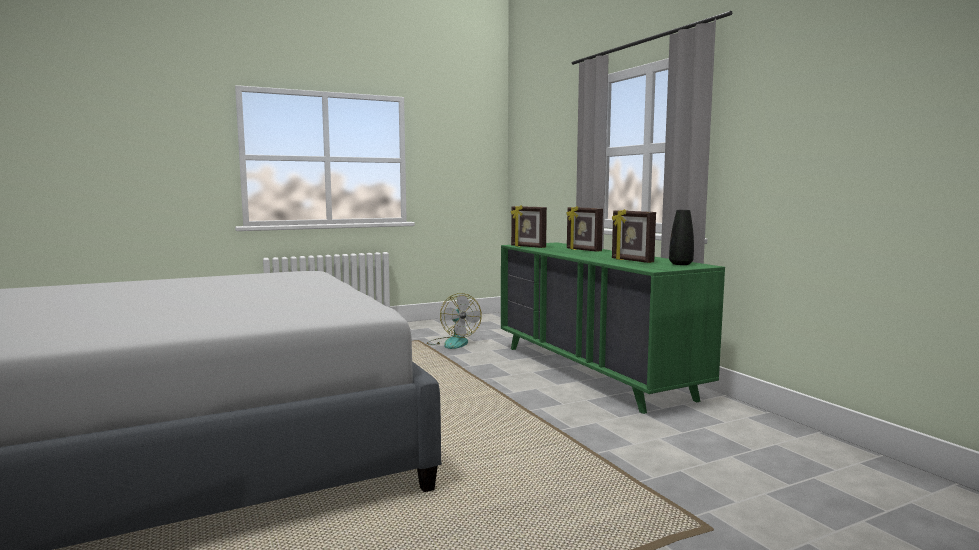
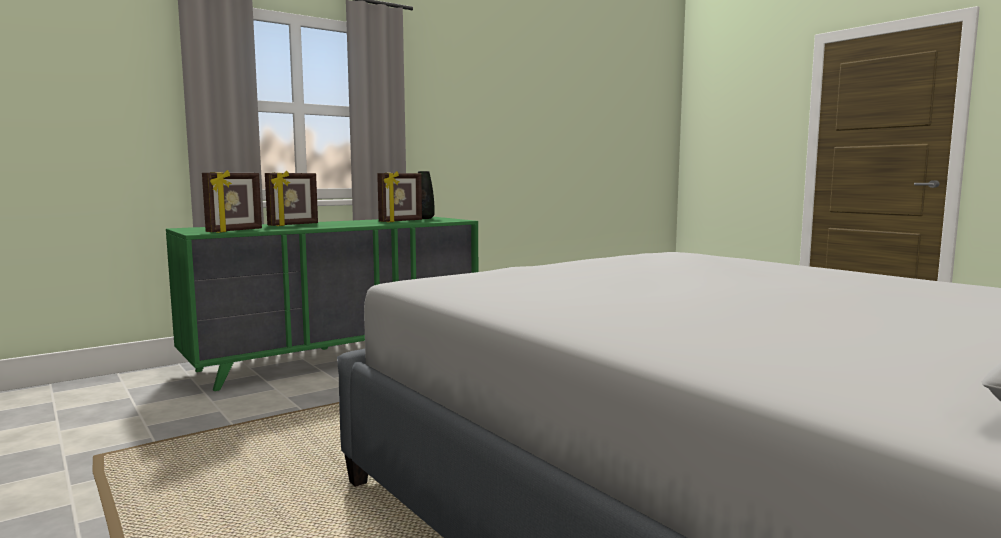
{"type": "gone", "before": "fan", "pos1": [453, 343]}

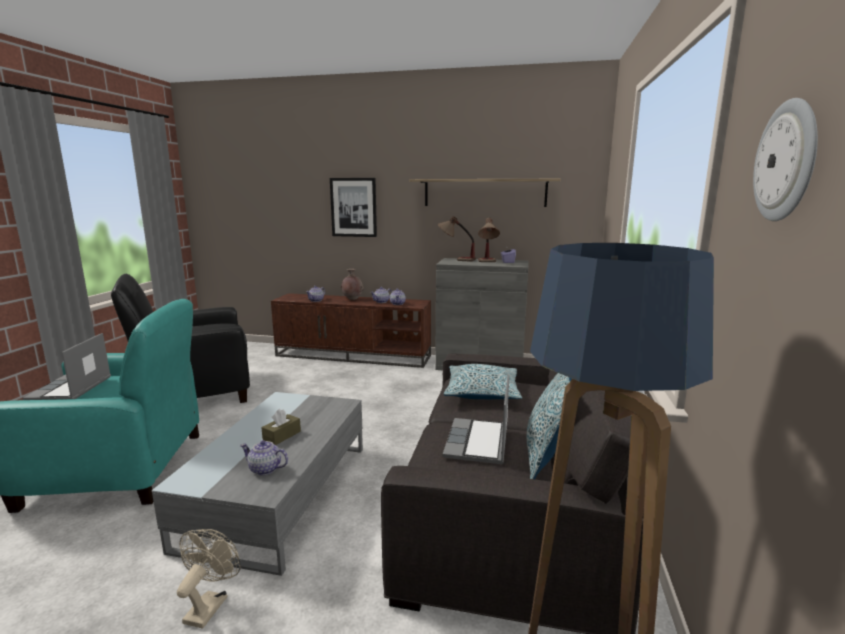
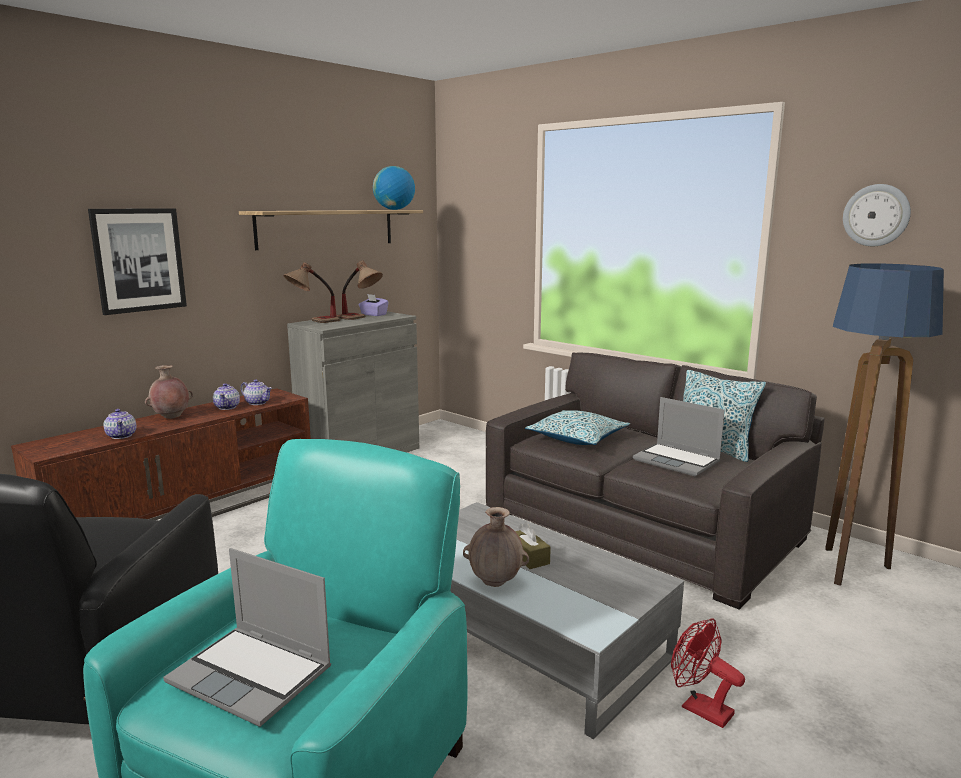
{"type": "new", "after": "globe", "pos2": [394, 209]}
{"type": "new", "after": "brown vase", "pos2": [495, 582]}
{"type": "repainted", "before": "beige fan", "after": "red fan", "pos1": [210, 604], "pos2": [699, 708]}
{"type": "gone", "before": "teapot", "pos1": [264, 469]}

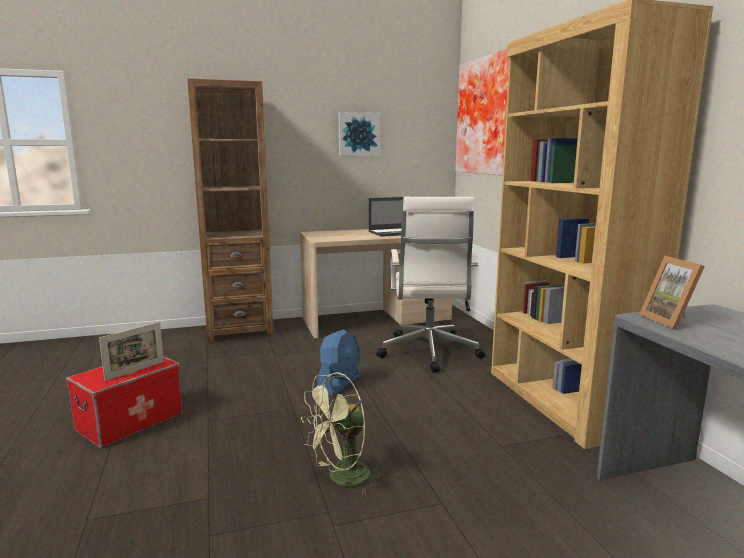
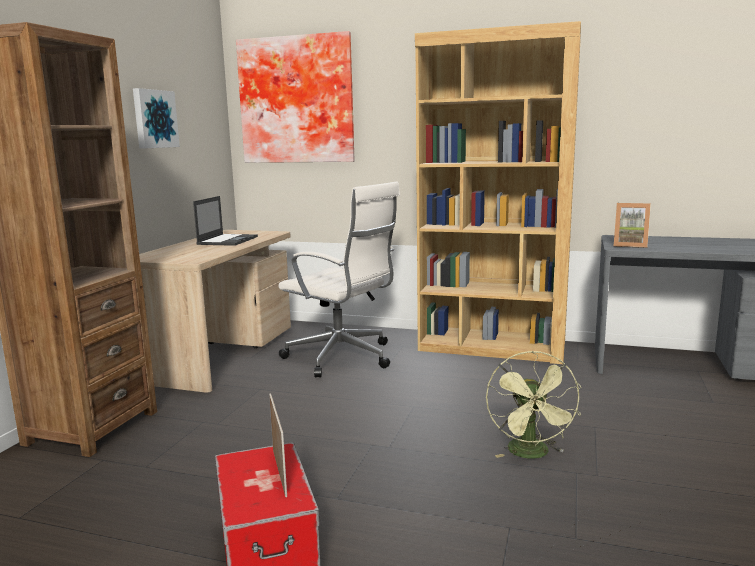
{"type": "gone", "before": "blue fan", "pos1": [339, 384]}

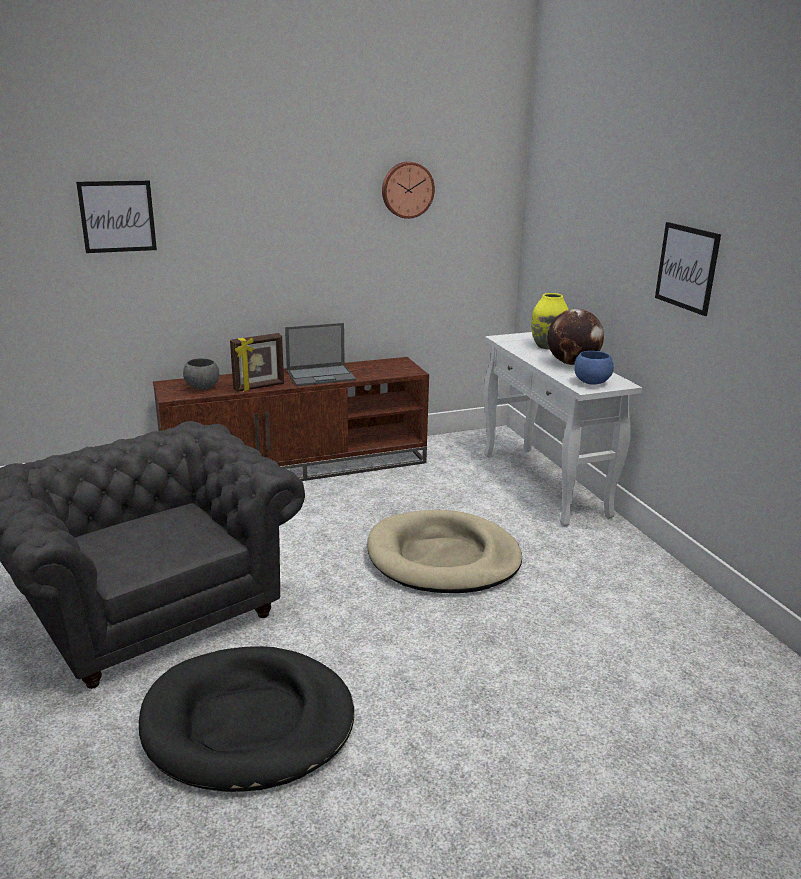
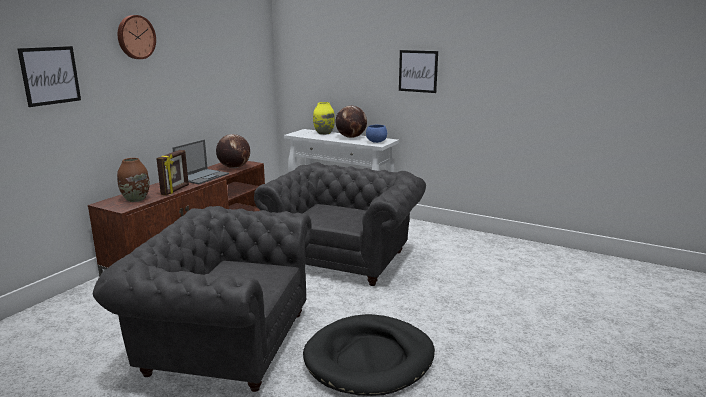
{"type": "swapped", "before": "grey bowl", "after": "brown vase", "pos1": [202, 388], "pos2": [135, 199]}
{"type": "shifted", "before": "wall clock", "pos1": [407, 190], "pos2": [135, 37]}
{"type": "new", "after": "globe", "pos2": [234, 167]}
{"type": "swapped", "before": "beige dog bed", "after": "grey armchair", "pos1": [443, 558], "pos2": [344, 257]}

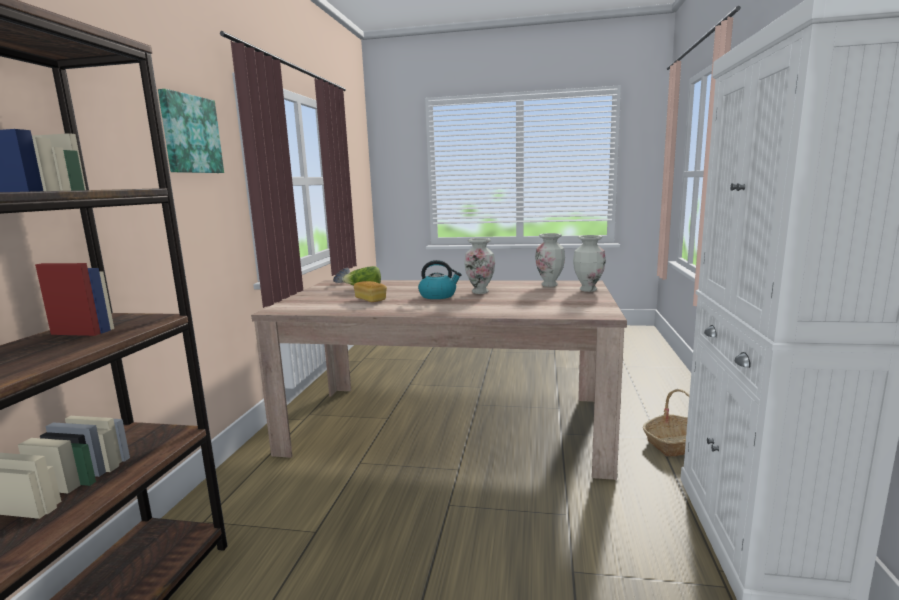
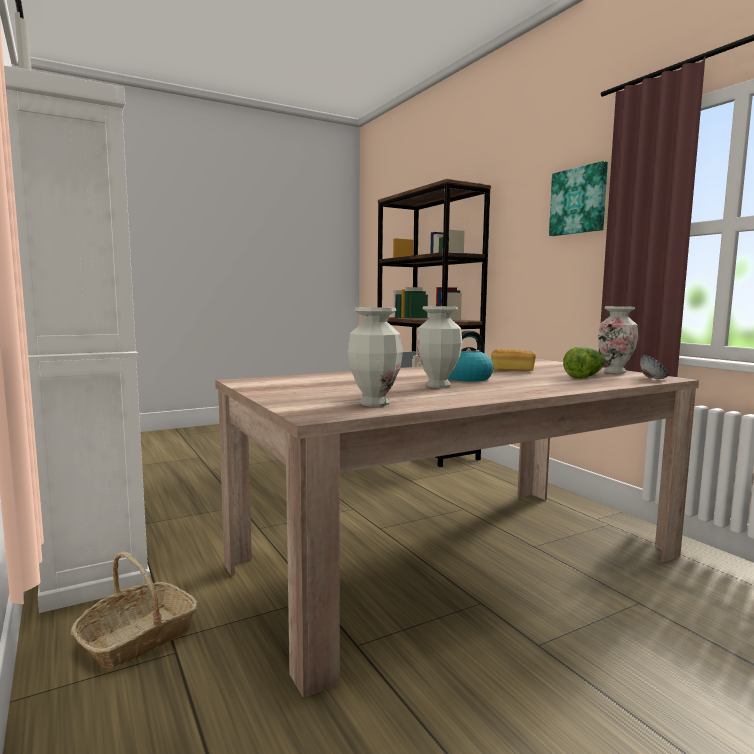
{"type": "shifted", "before": "vase", "pos1": [588, 290], "pos2": [615, 372]}

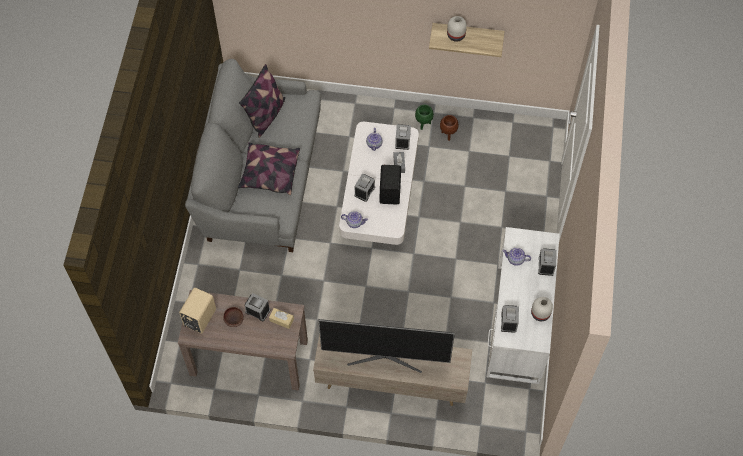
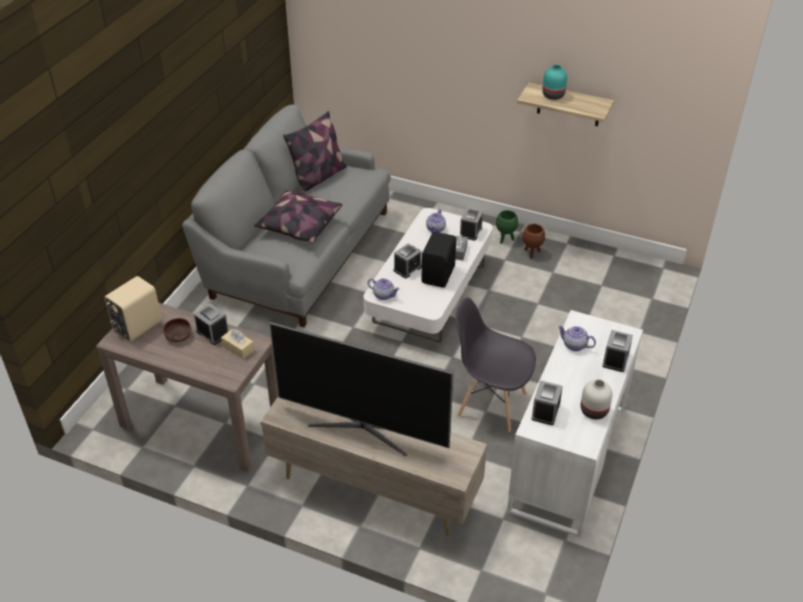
{"type": "new", "after": "grey chair", "pos2": [491, 404]}
{"type": "repainted", "before": "white vase", "after": "turquoise vase", "pos1": [456, 35], "pos2": [553, 95]}

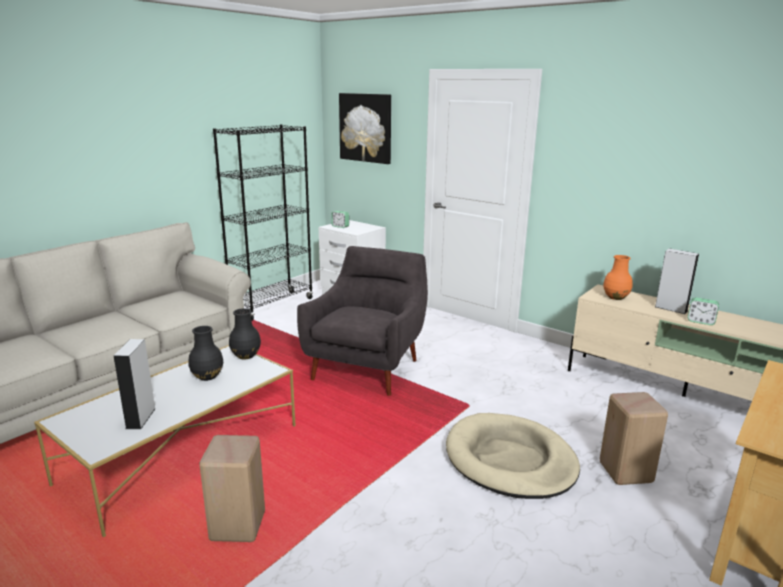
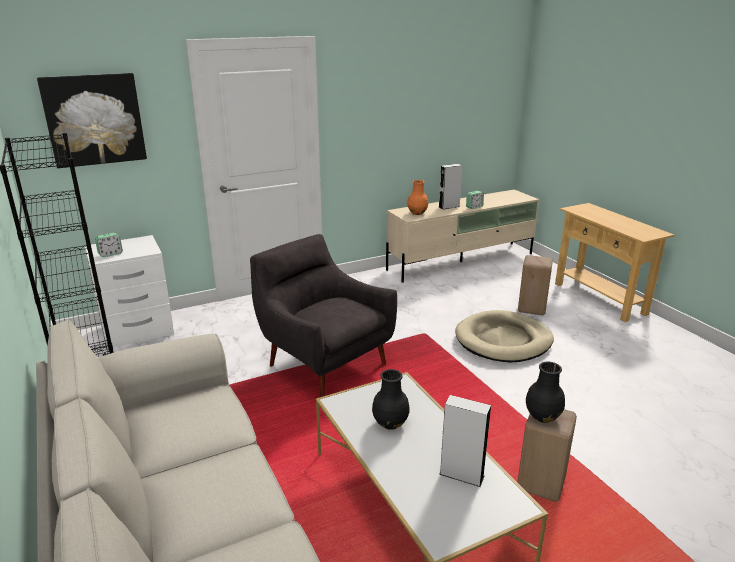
{"type": "shifted", "before": "black vase", "pos1": [245, 355], "pos2": [542, 417]}

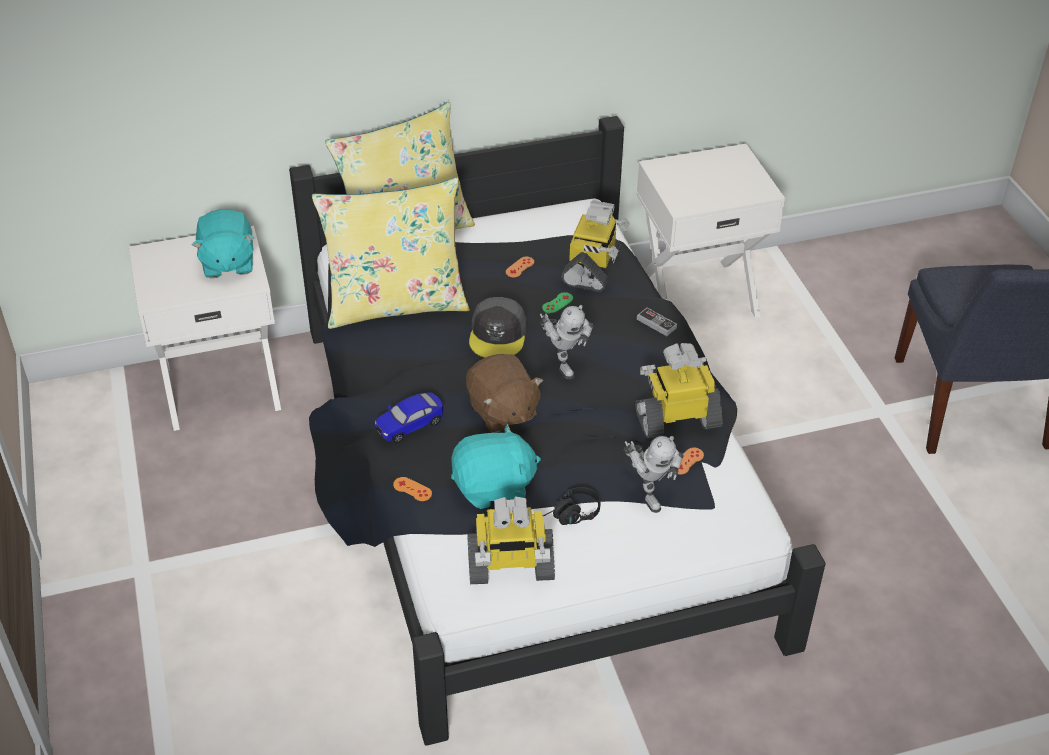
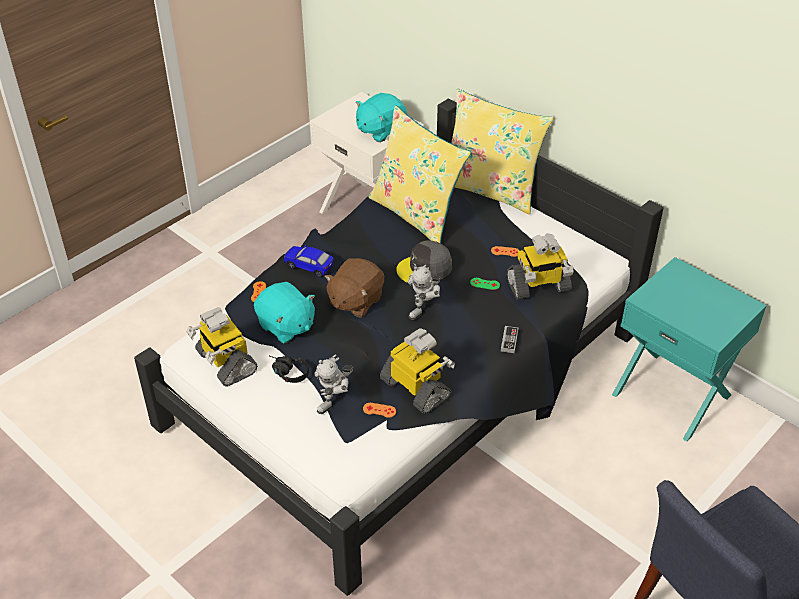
{"type": "repainted", "before": "white nightstand", "after": "turquoise nightstand", "pos1": [696, 295], "pos2": [672, 394]}

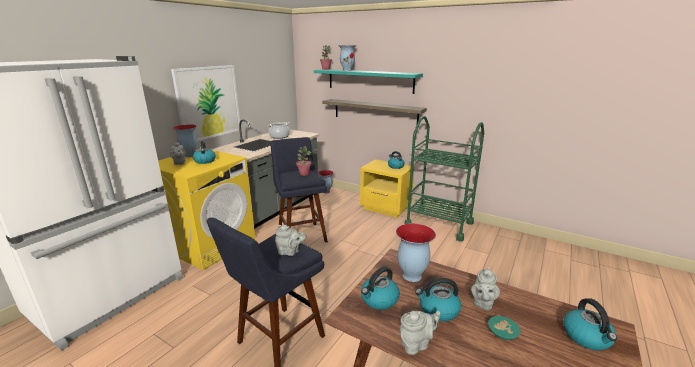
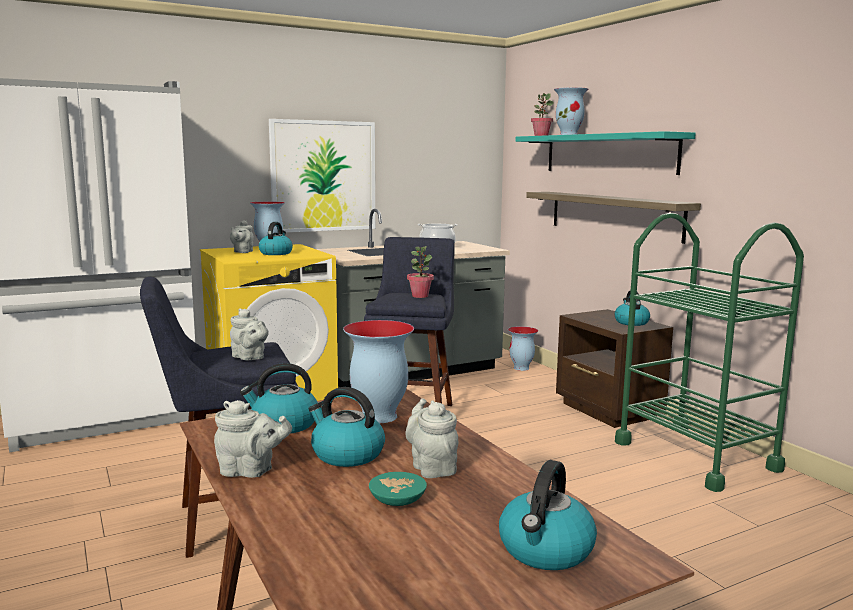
{"type": "rotated", "before": "grey teapot", "pos1": [482, 303], "pos2": [432, 467], "turn": 105}
{"type": "repainted", "before": "yellow nightstand", "after": "brown nightstand", "pos1": [386, 208], "pos2": [608, 411]}

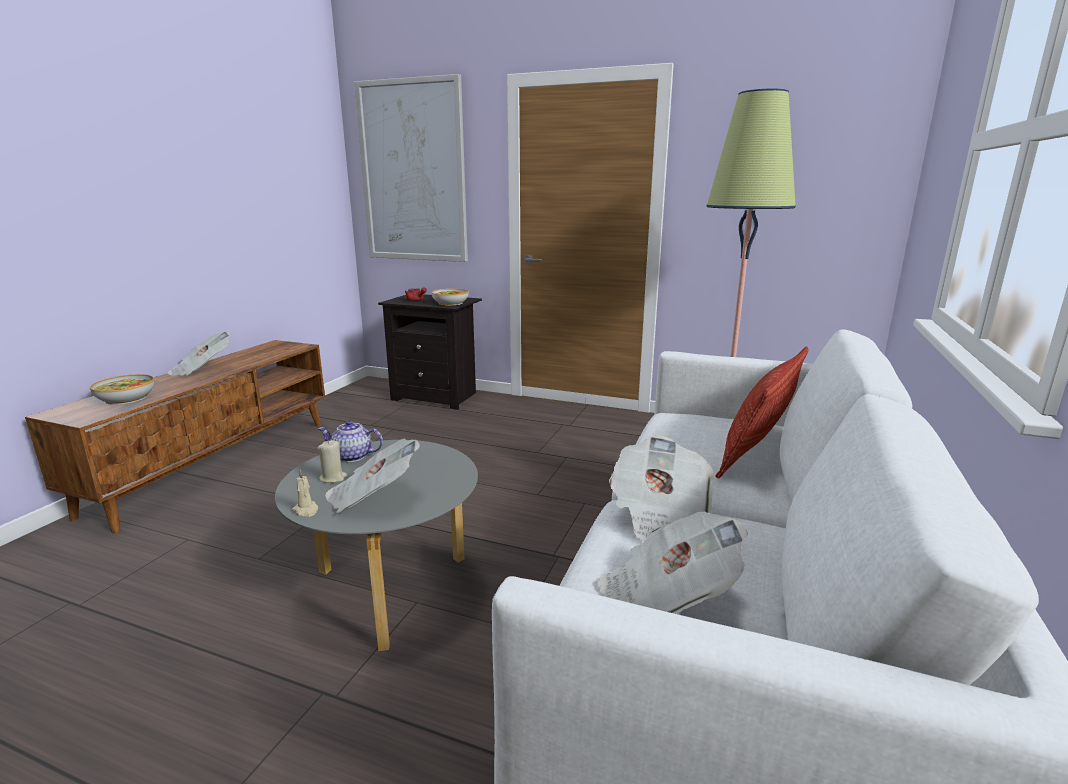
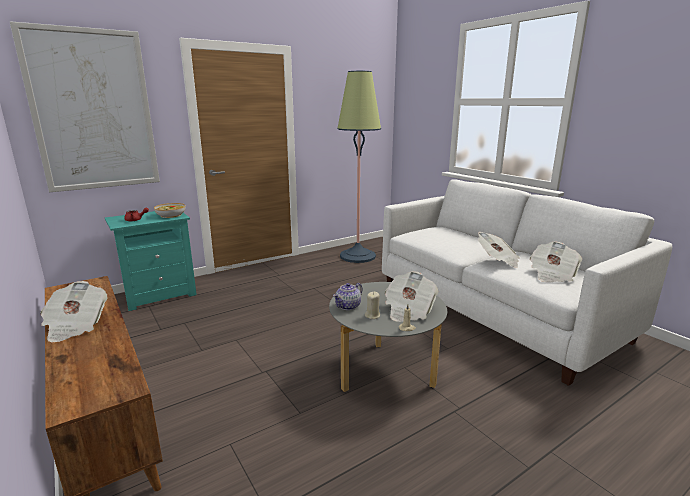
{"type": "repainted", "before": "black nightstand", "after": "turquoise nightstand", "pos1": [437, 396], "pos2": [159, 294]}
{"type": "gone", "before": "bowl", "pos1": [126, 398]}
{"type": "gone", "before": "pillow", "pos1": [757, 449]}

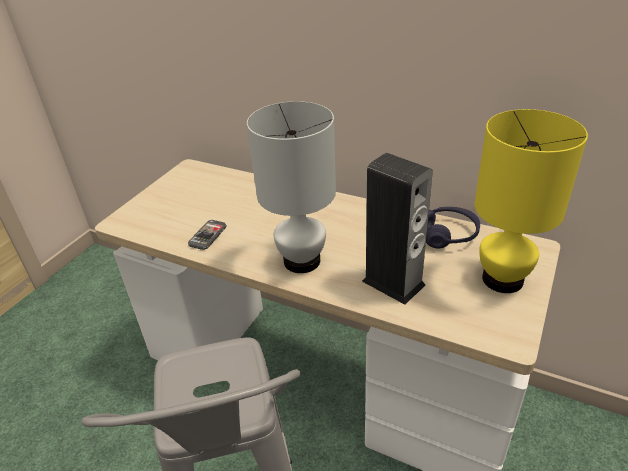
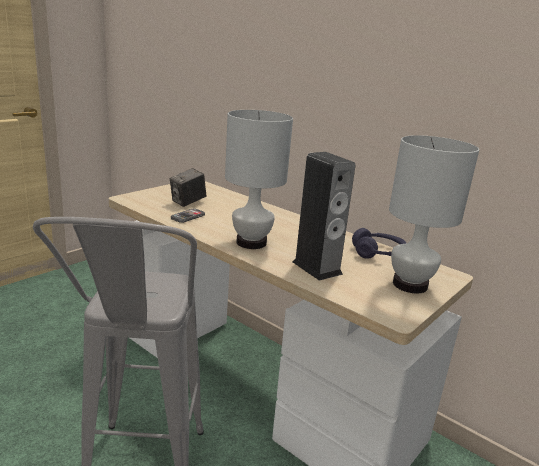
{"type": "new", "after": "photo camera", "pos2": [188, 202]}
{"type": "repainted", "before": "yellow table lamp", "after": "white table lamp", "pos1": [503, 279], "pos2": [410, 284]}

